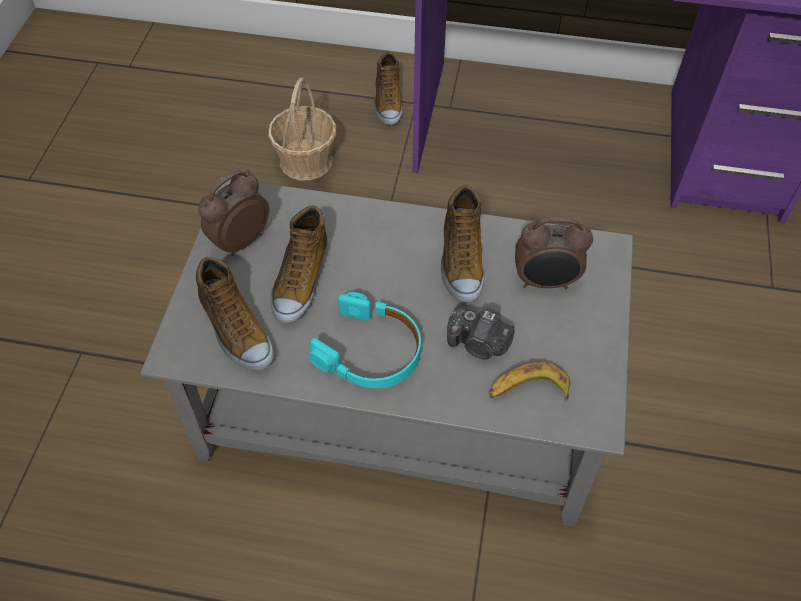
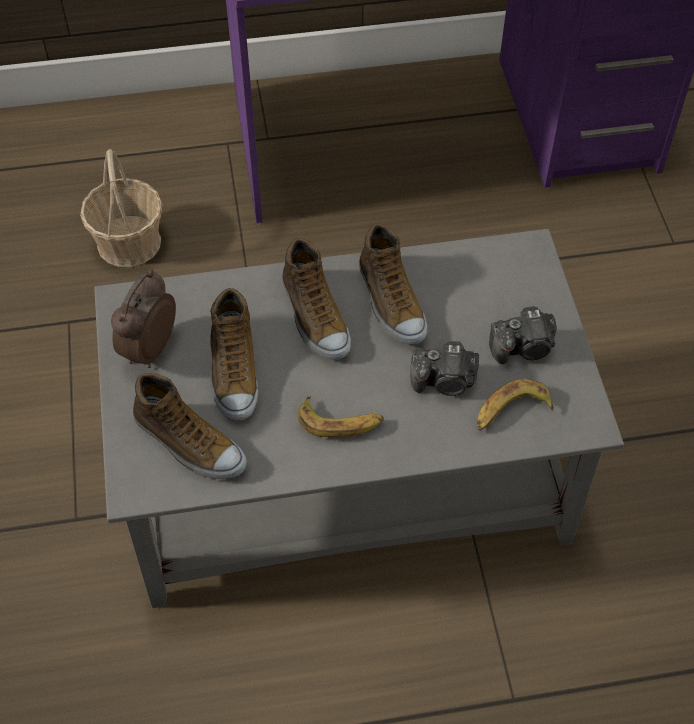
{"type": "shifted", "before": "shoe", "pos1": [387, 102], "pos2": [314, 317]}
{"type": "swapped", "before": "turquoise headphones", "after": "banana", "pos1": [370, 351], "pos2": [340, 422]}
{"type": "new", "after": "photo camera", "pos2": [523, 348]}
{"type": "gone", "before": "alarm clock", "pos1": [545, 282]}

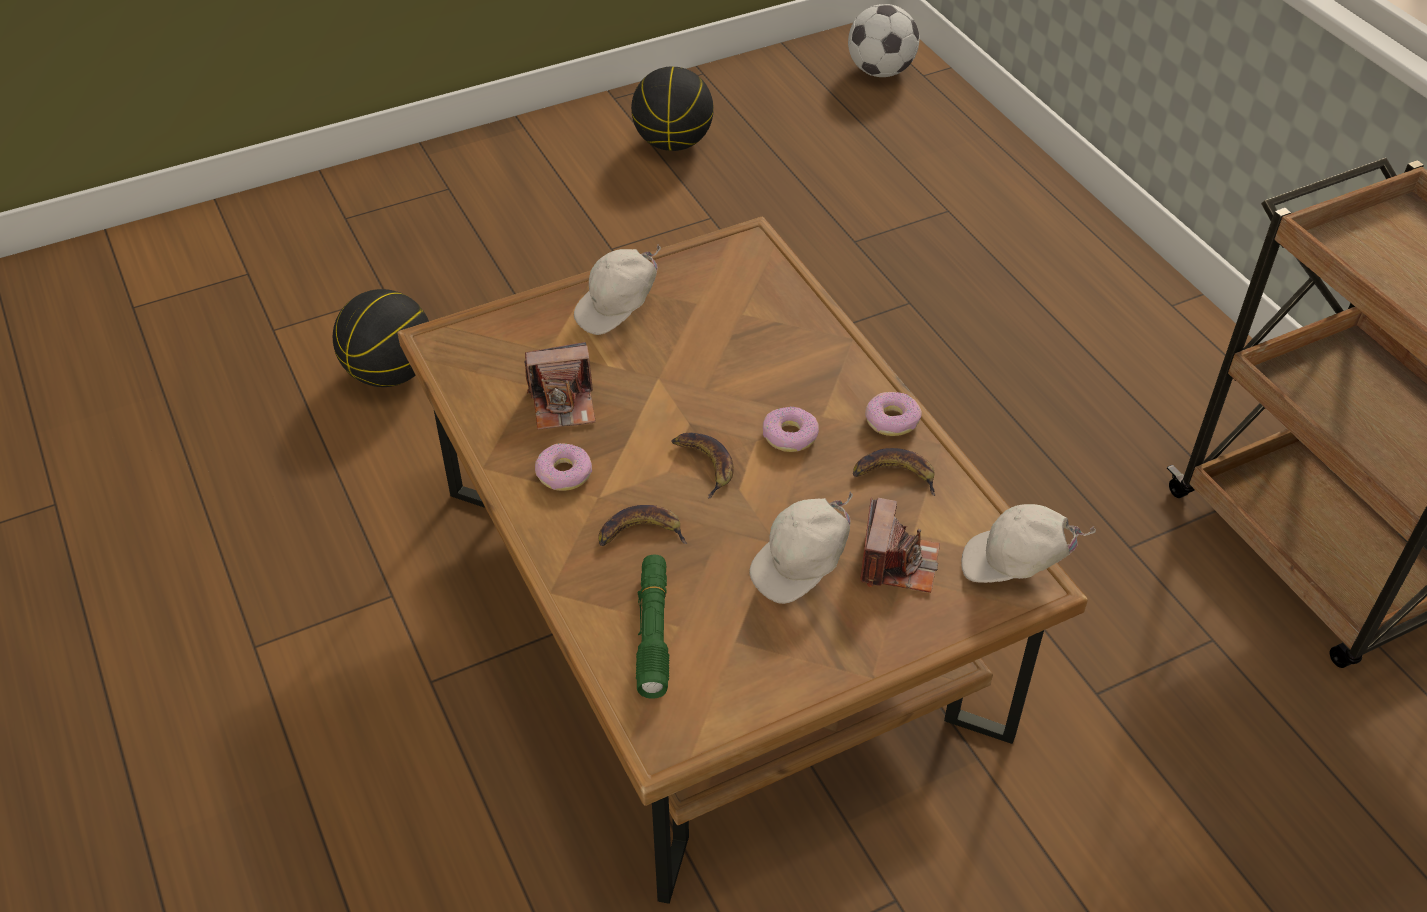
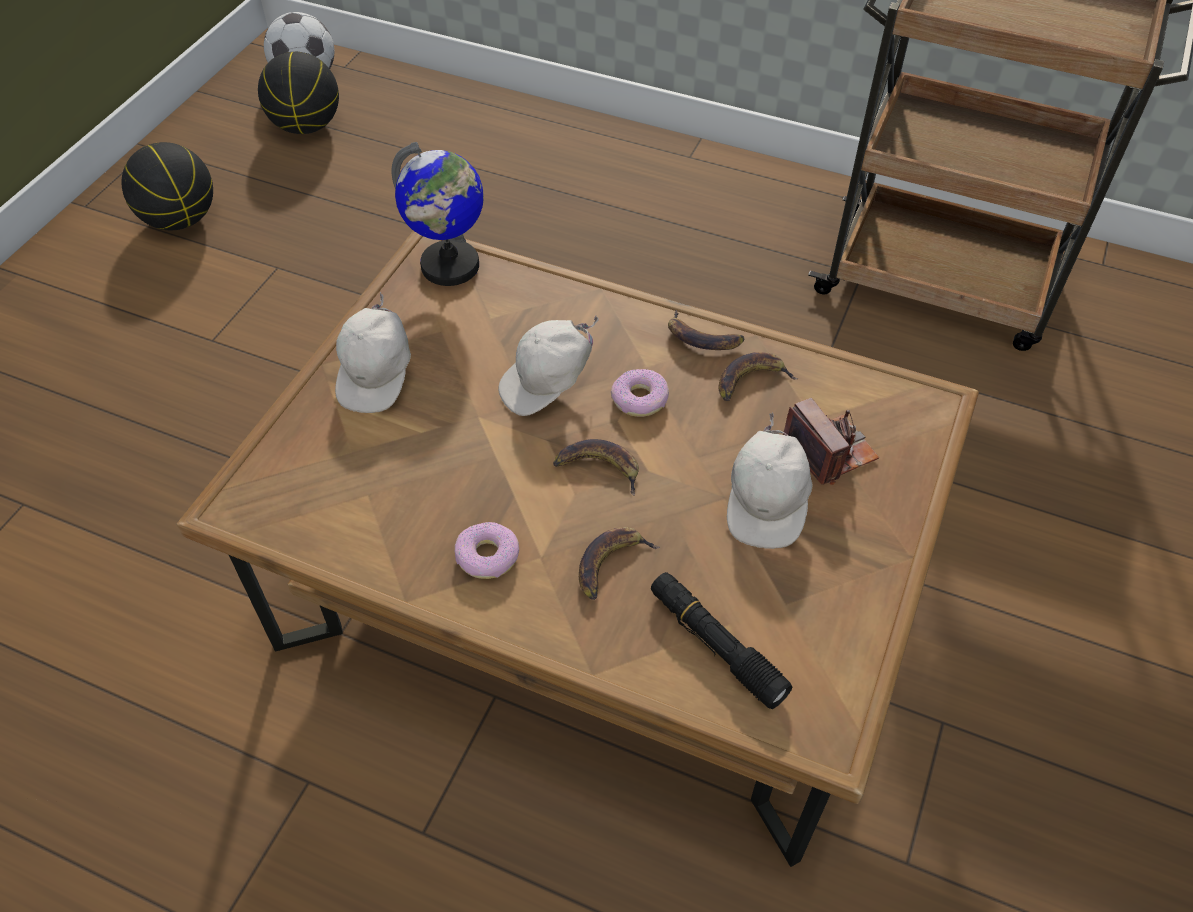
{"type": "shifted", "before": "basketball", "pos1": [391, 373], "pos2": [307, 126]}
{"type": "new", "after": "globe", "pos2": [450, 266]}
{"type": "shifted", "before": "white cap", "pos1": [1015, 566], "pos2": [548, 385]}
{"type": "repainted", "before": "green flashlight", "after": "black flashlight", "pos1": [653, 632], "pos2": [716, 645]}
{"type": "swapped", "before": "donut", "after": "banana", "pos1": [891, 420], "pos2": [702, 337]}
{"type": "gone", "before": "photo camera", "pos1": [563, 404]}

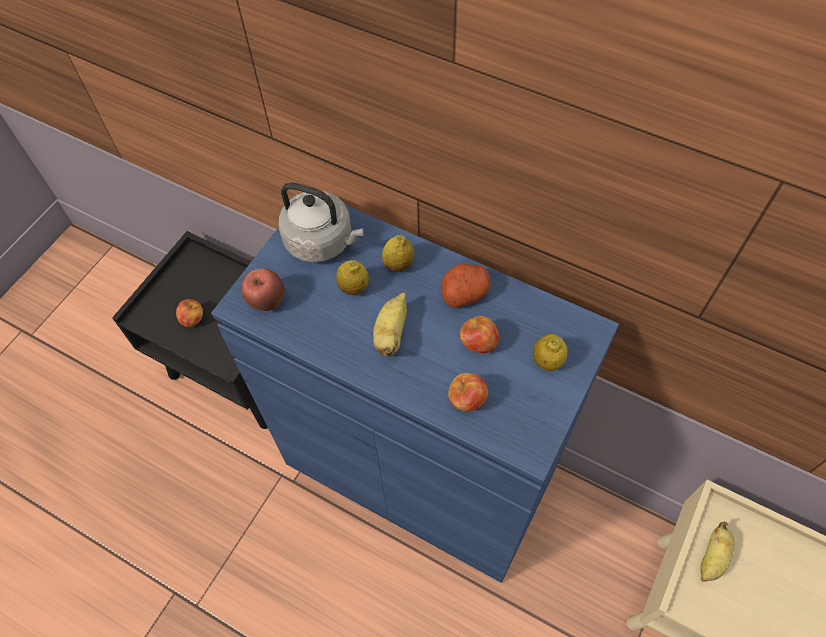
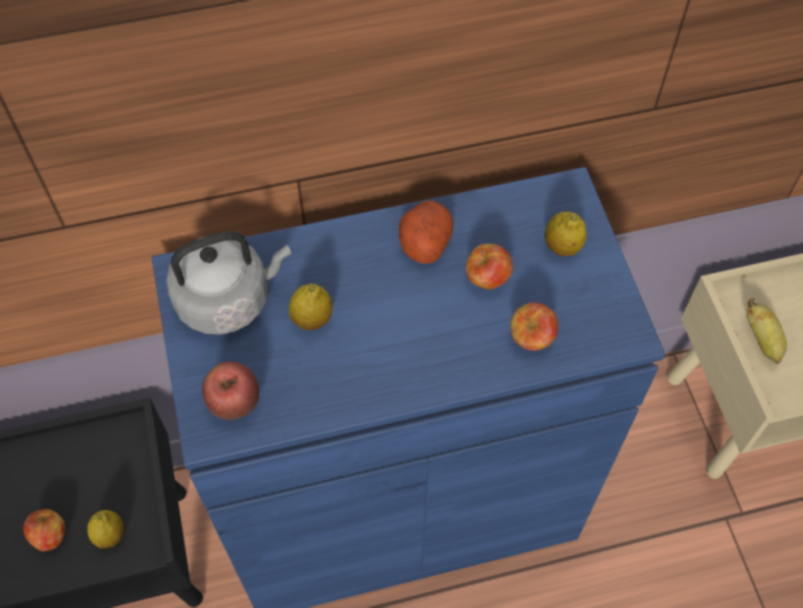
{"type": "shifted", "before": "lemon", "pos1": [398, 264], "pos2": [110, 535]}
{"type": "gone", "before": "banana", "pos1": [391, 333]}

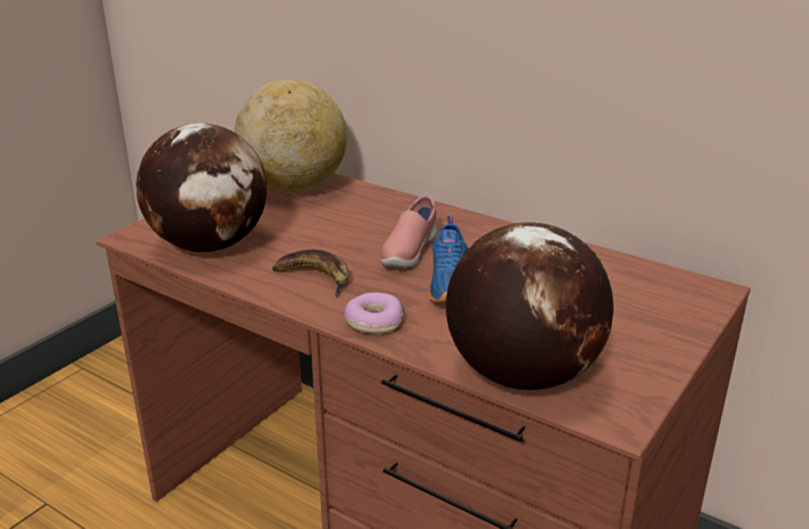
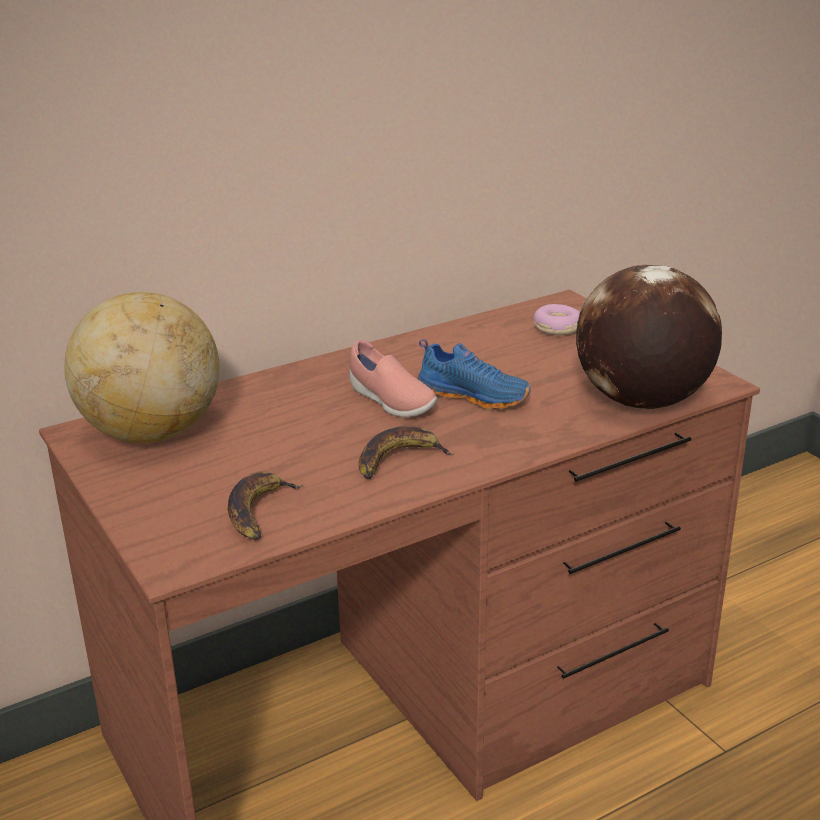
{"type": "swapped", "before": "globe", "after": "banana", "pos1": [210, 245], "pos2": [259, 511]}
{"type": "shifted", "before": "donut", "pos1": [373, 322], "pos2": [557, 328]}

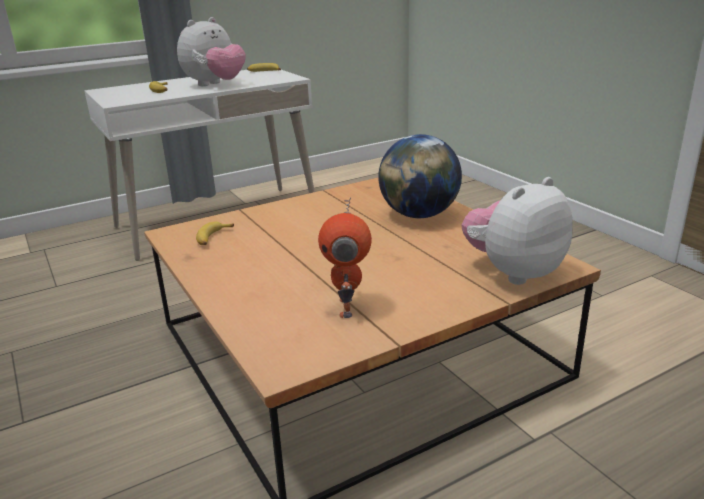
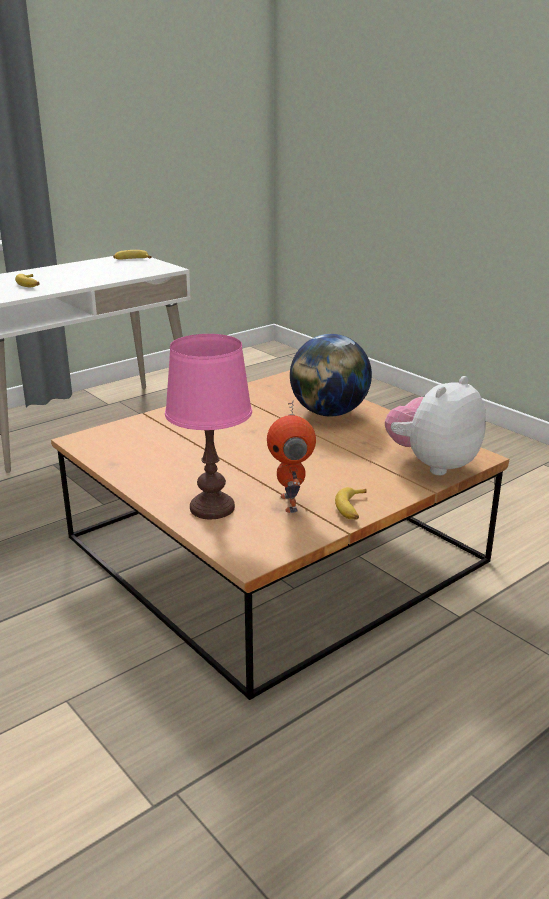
{"type": "new", "after": "pink table lamp", "pos2": [211, 508]}
{"type": "shifted", "before": "banana", "pos1": [213, 238], "pos2": [352, 509]}
{"type": "gone", "before": "plush toy", "pos1": [215, 85]}

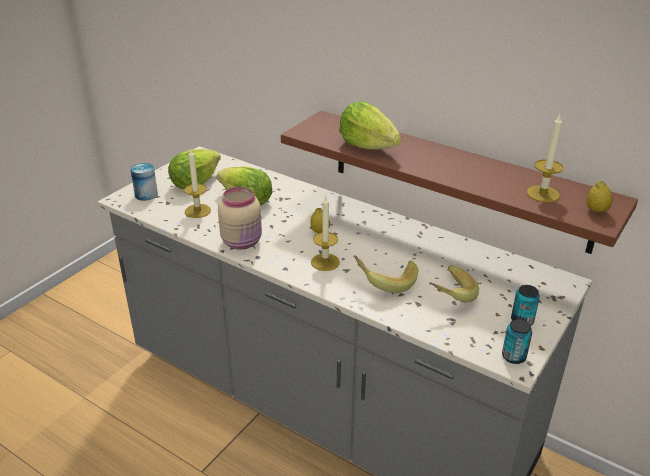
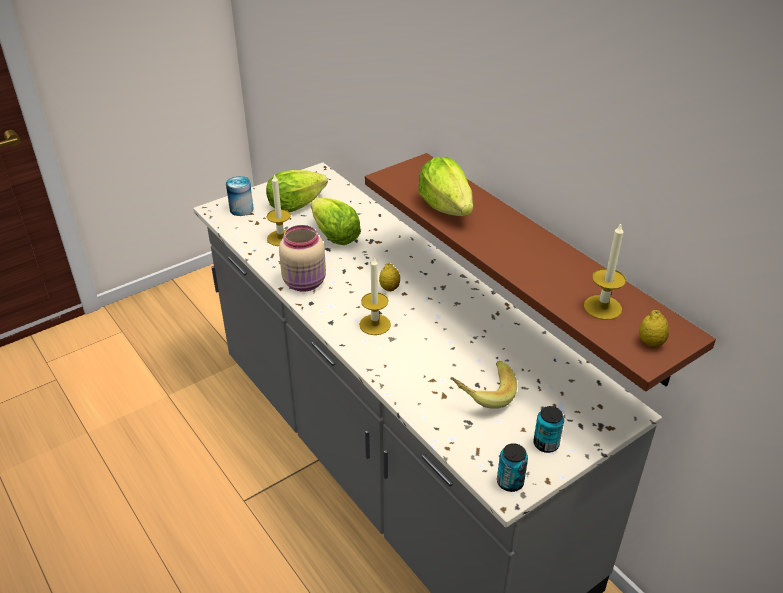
{"type": "gone", "before": "banana", "pos1": [385, 281]}

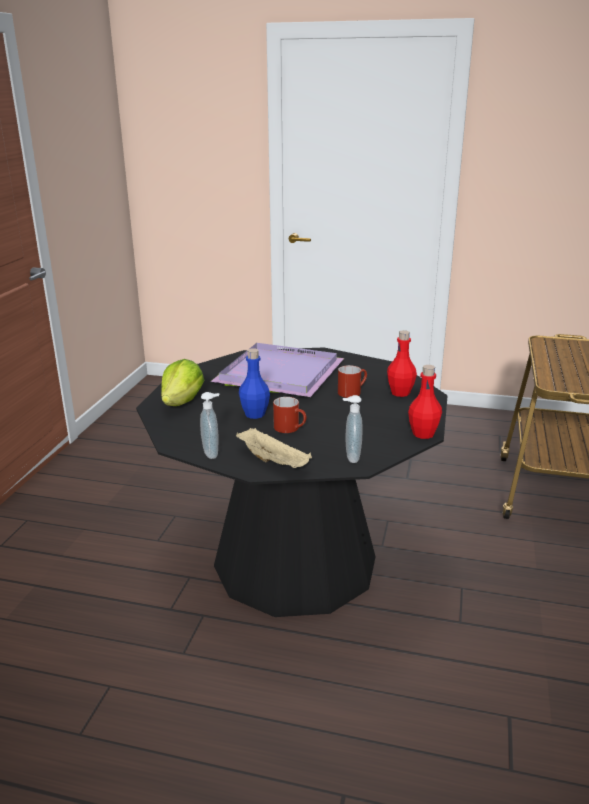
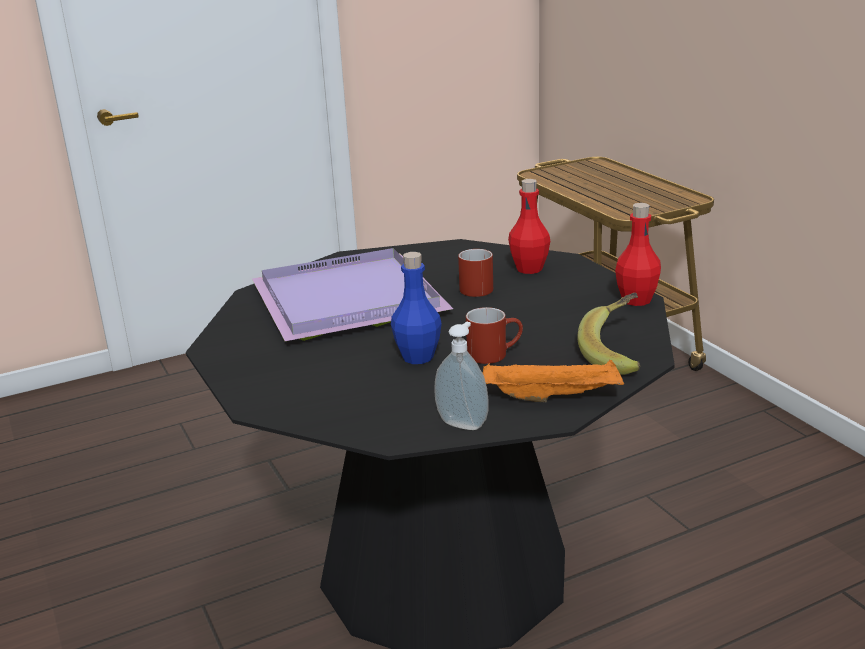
{"type": "repainted", "before": "beige tray", "after": "orange tray", "pos1": [274, 461], "pos2": [553, 396]}
{"type": "swapped", "before": "soap dispenser", "after": "banana", "pos1": [351, 457], "pos2": [620, 354]}
{"type": "gone", "before": "lettuce", "pos1": [182, 402]}

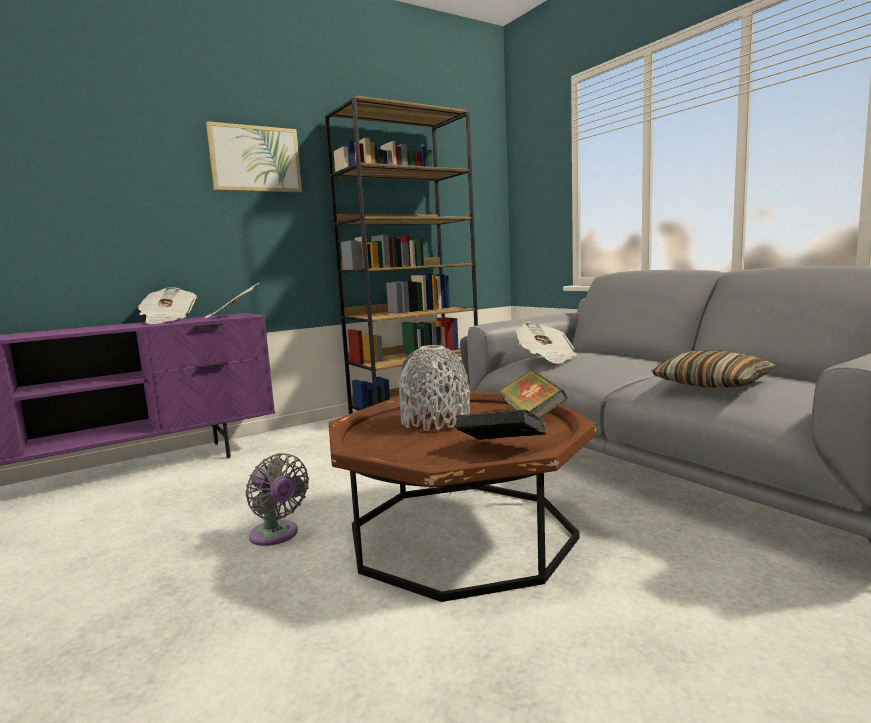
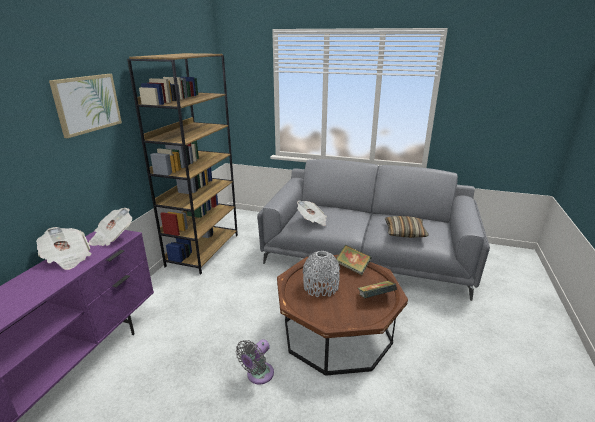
{"type": "rotated", "before": "grey fan", "pos1": [276, 535], "pos2": [258, 375], "turn": 120}

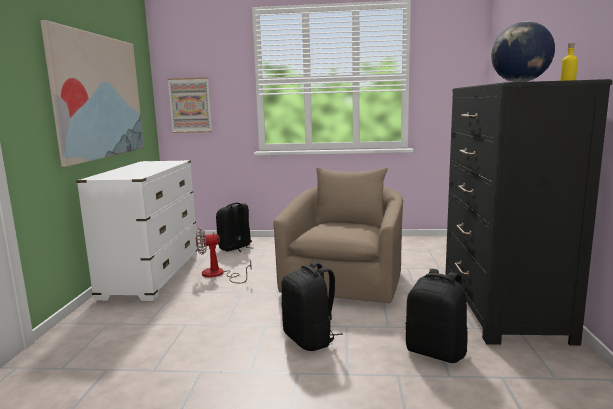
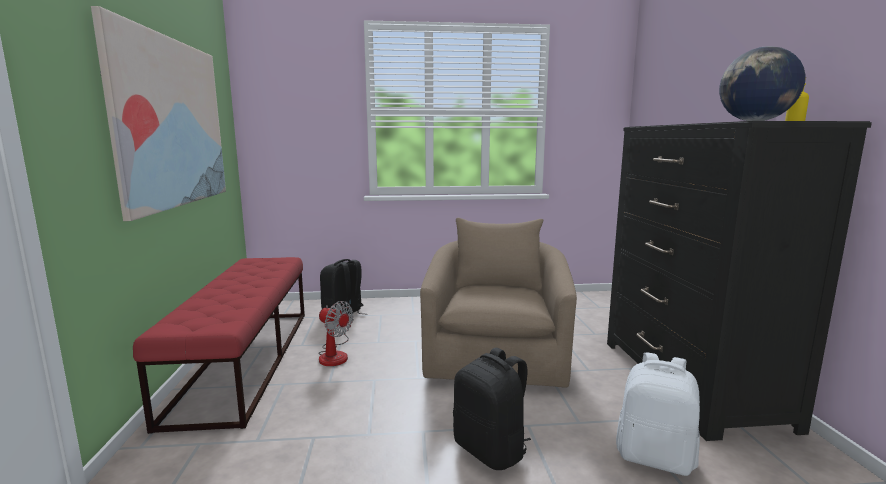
{"type": "swapped", "before": "white dresser", "after": "red bench", "pos1": [152, 276], "pos2": [245, 360]}
{"type": "rotated", "before": "fan", "pos1": [218, 275], "pos2": [335, 354], "turn": -120}
{"type": "repainted", "before": "black backpack", "after": "white backpack", "pos1": [436, 351], "pos2": [655, 457]}
{"type": "gone", "before": "picture", "pos1": [190, 105]}

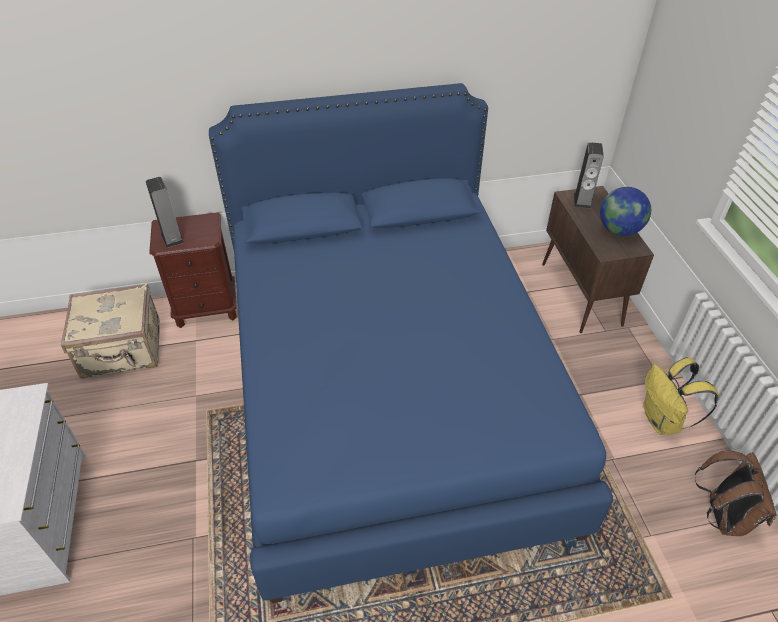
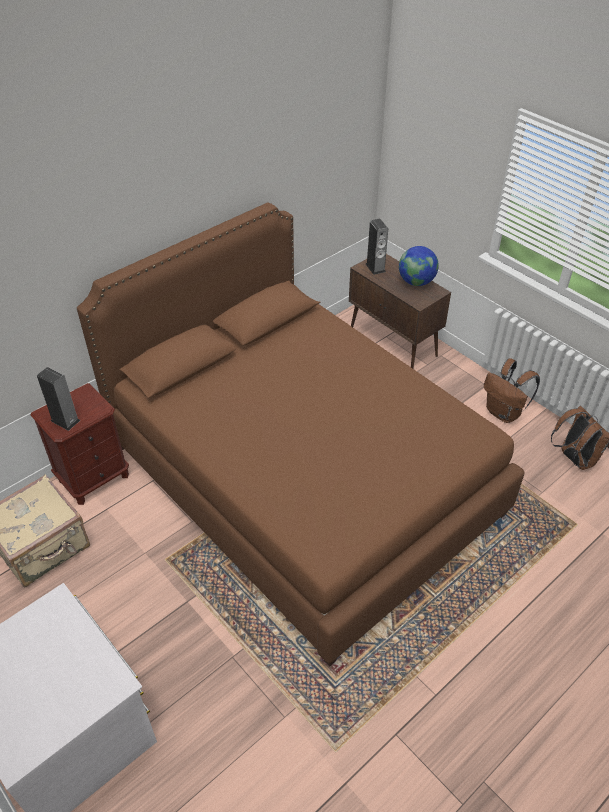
{"type": "repainted", "before": "blue bed", "after": "brown bed", "pos1": [388, 394], "pos2": [303, 479]}
{"type": "repainted", "before": "yellow backpack", "after": "brown backpack", "pos1": [663, 421], "pos2": [504, 413]}

